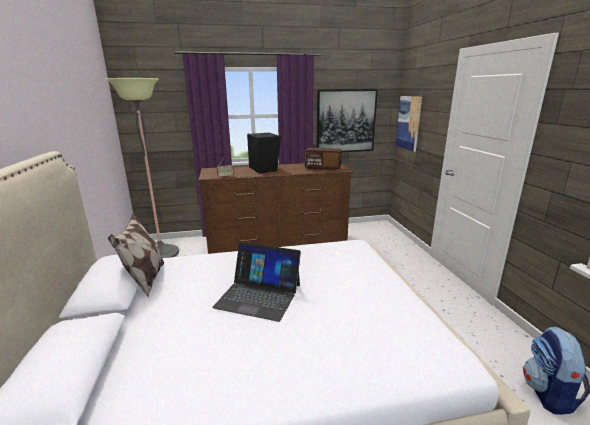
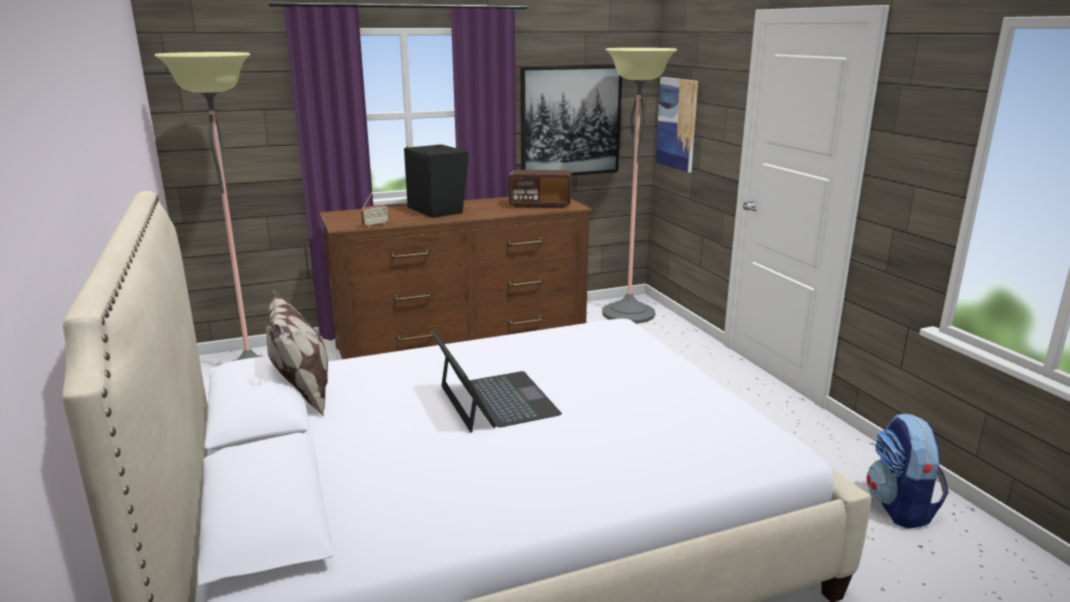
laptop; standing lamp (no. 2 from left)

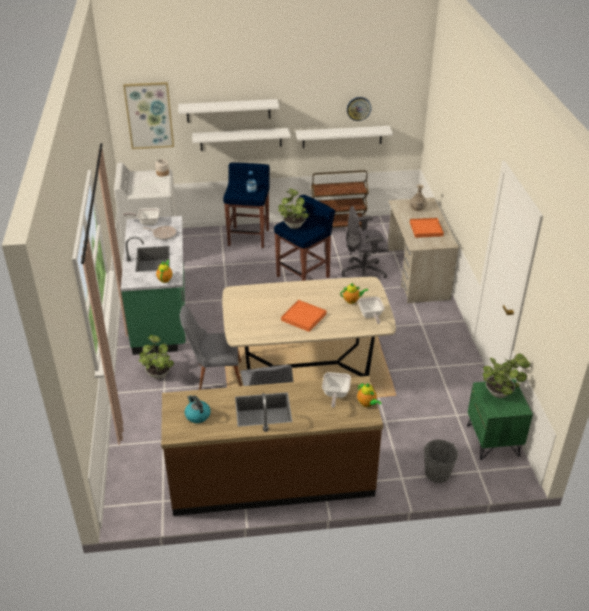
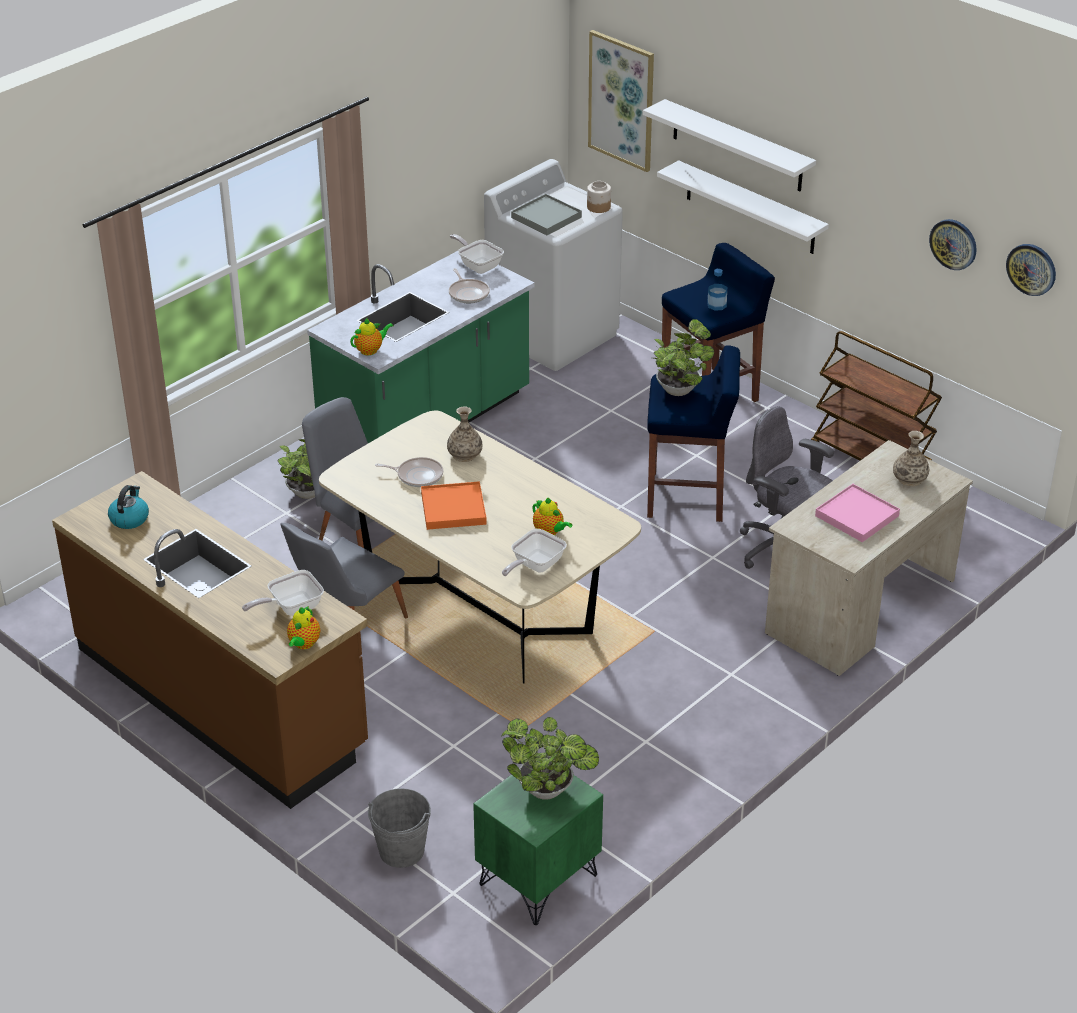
pan (no. 2 from left); vase (no. 1 from left); gray tray; pinkish tray; wall clock (no. 2 from left); white bracket shelf (no. 3 from left in the first image)

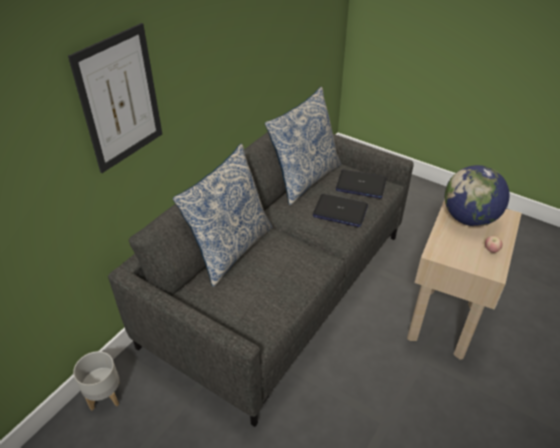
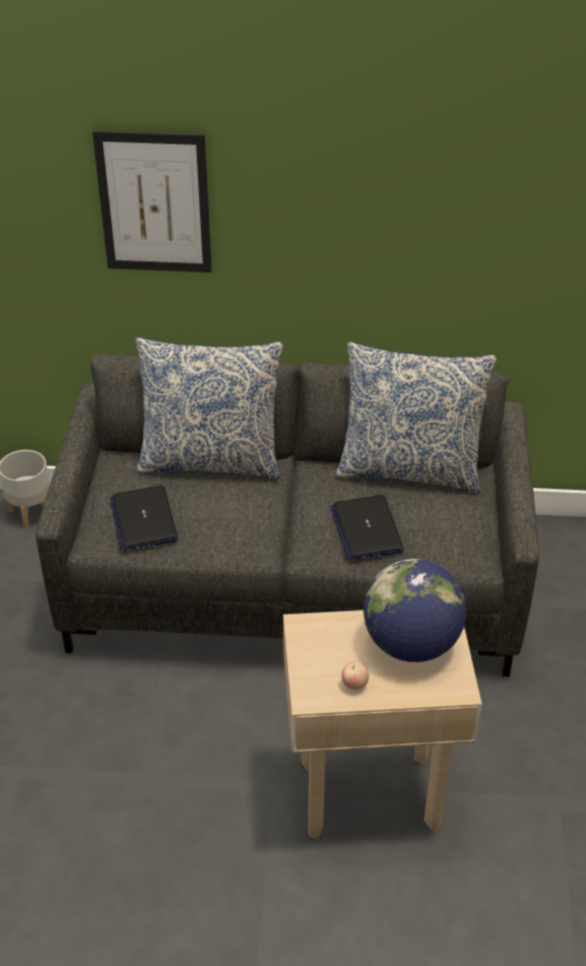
laptop (no. 1 from left)

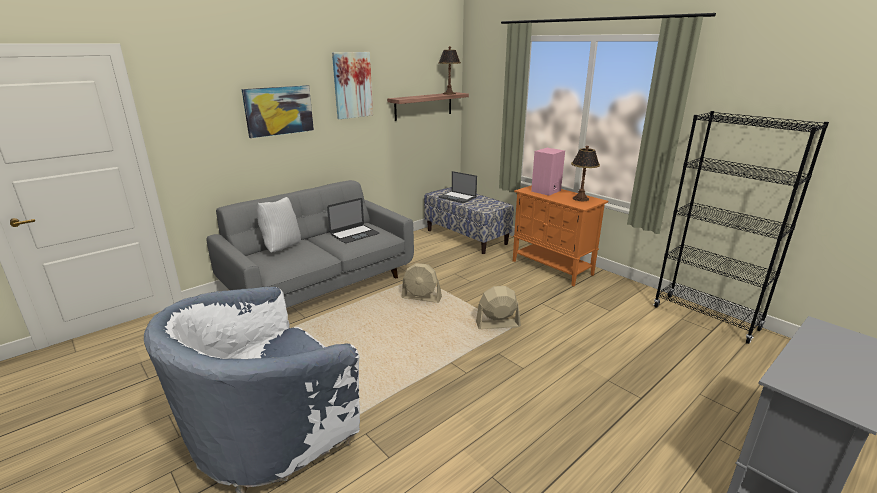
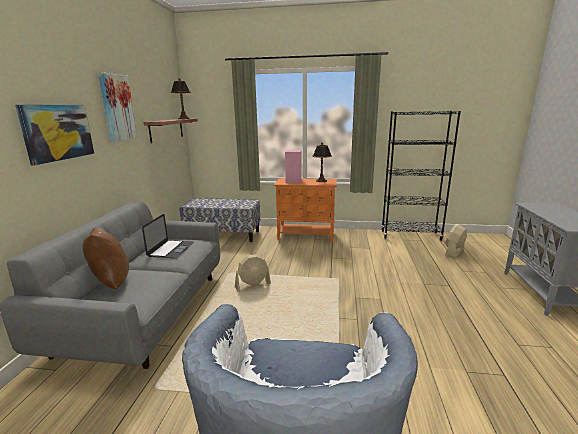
brown throw pillow; sand-coloured cooling fan (no. 2 from left); laptop (no. 2 from left in the first image)

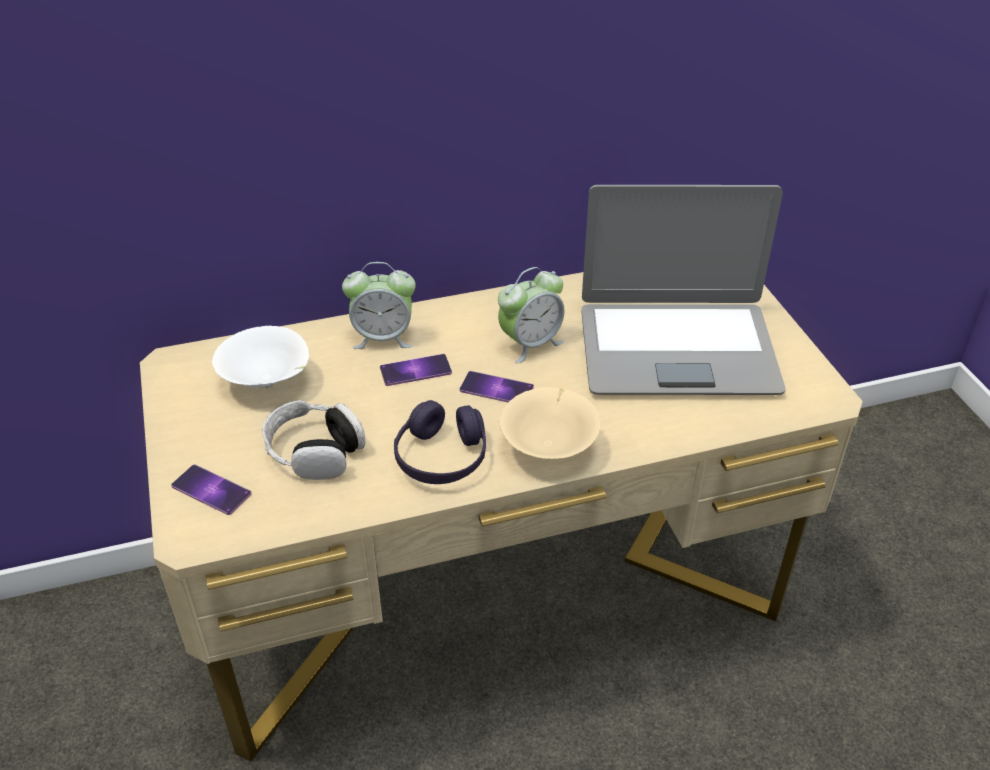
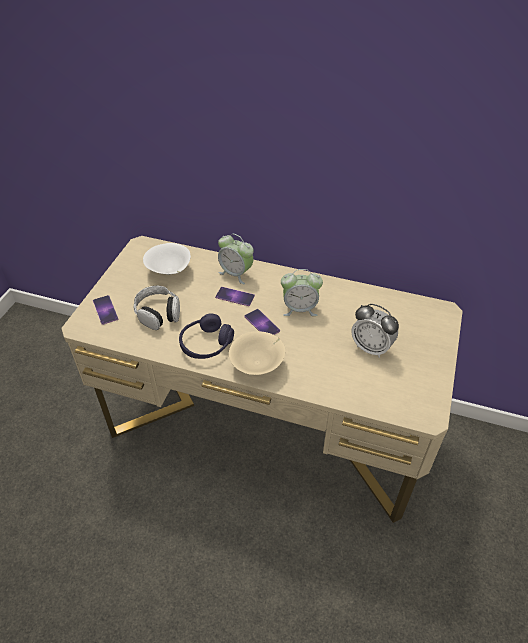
table clock (no. 3 from left)

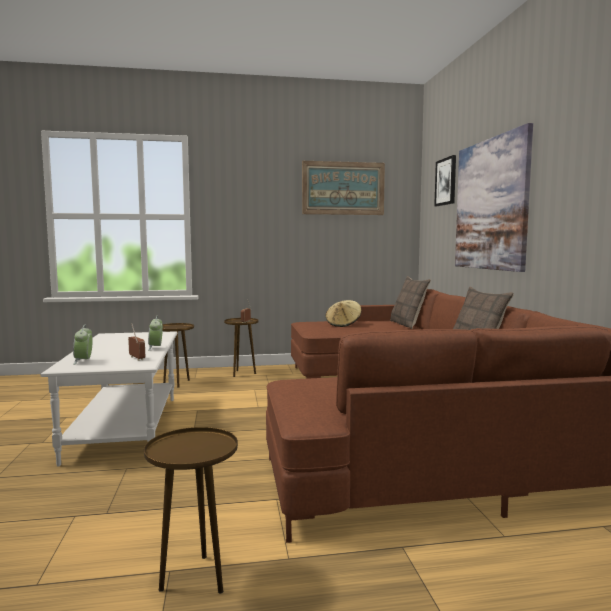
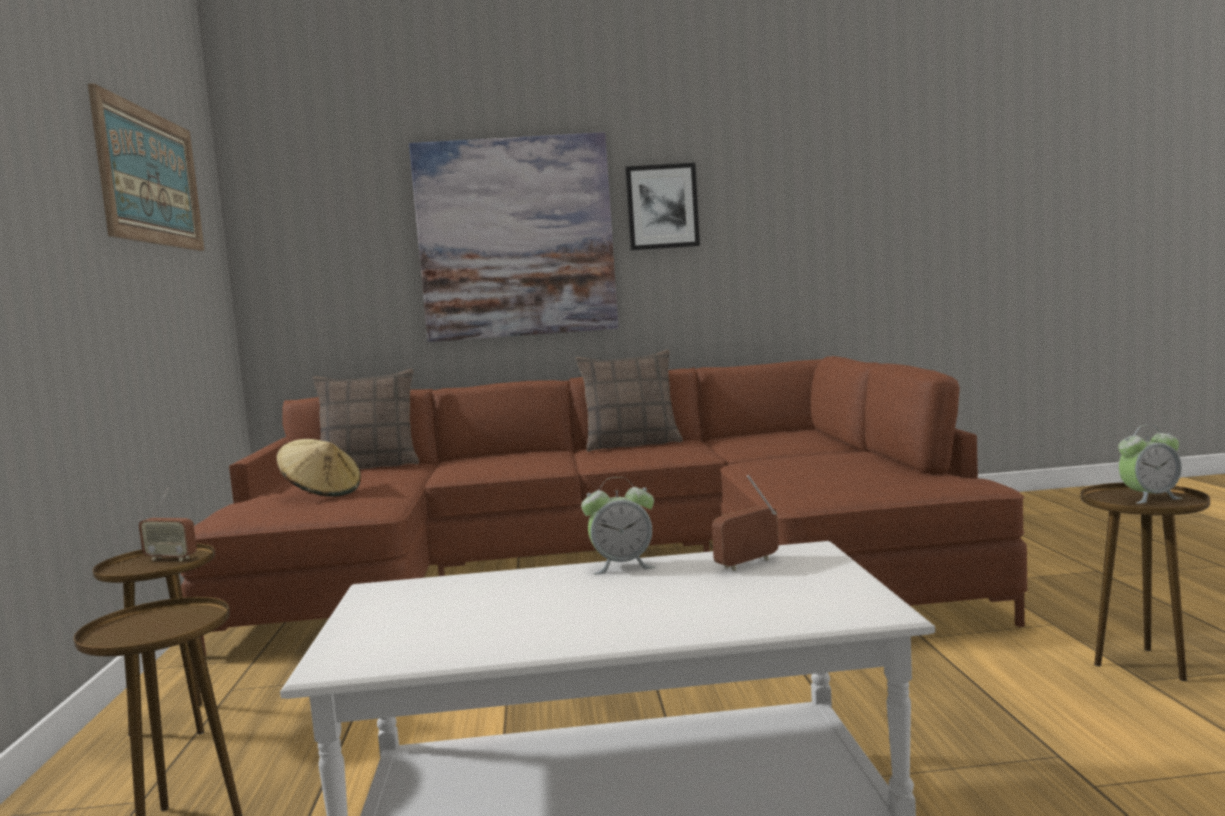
wall art (no. 3 from left); table clock (no. 2 from left)

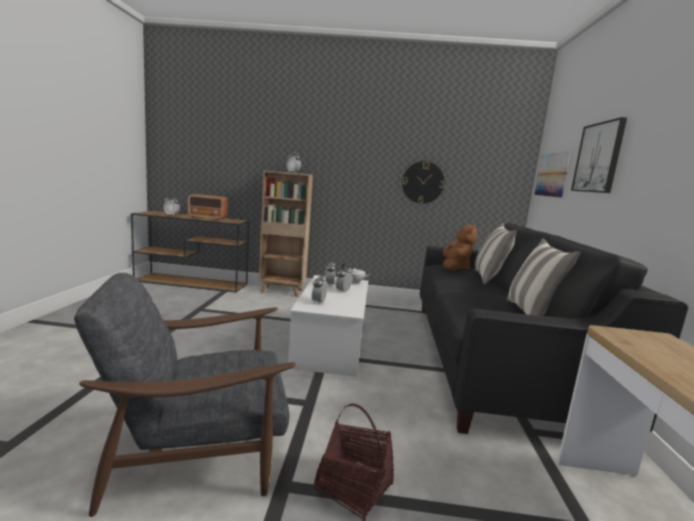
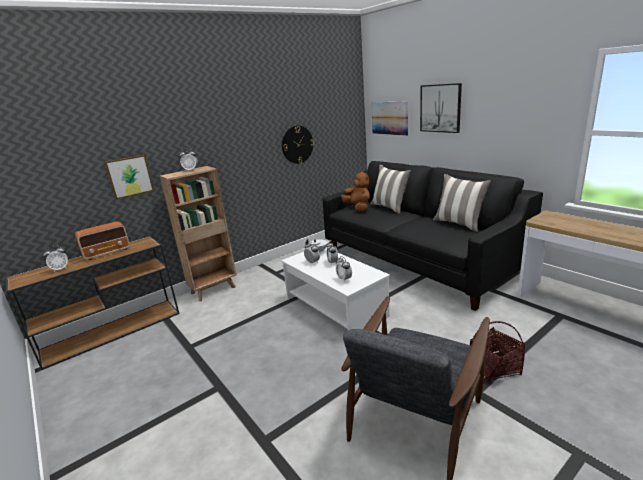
wall art (no. 1 from left)

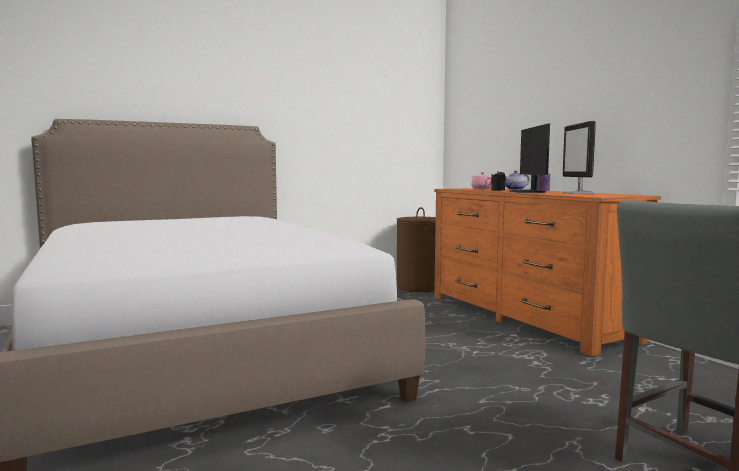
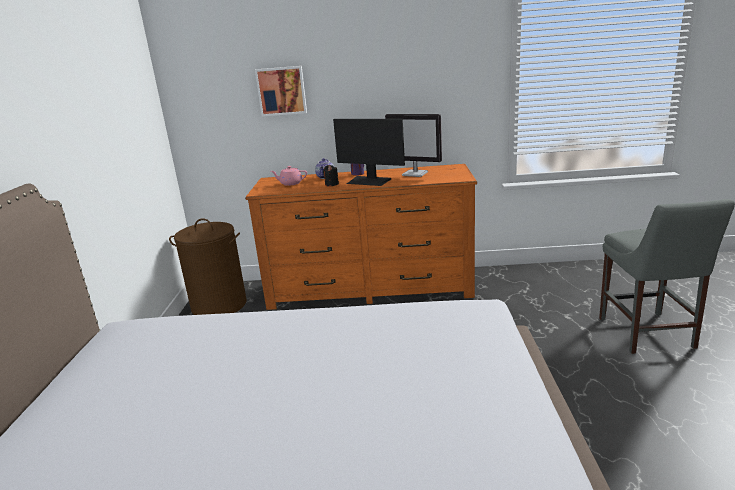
wall art

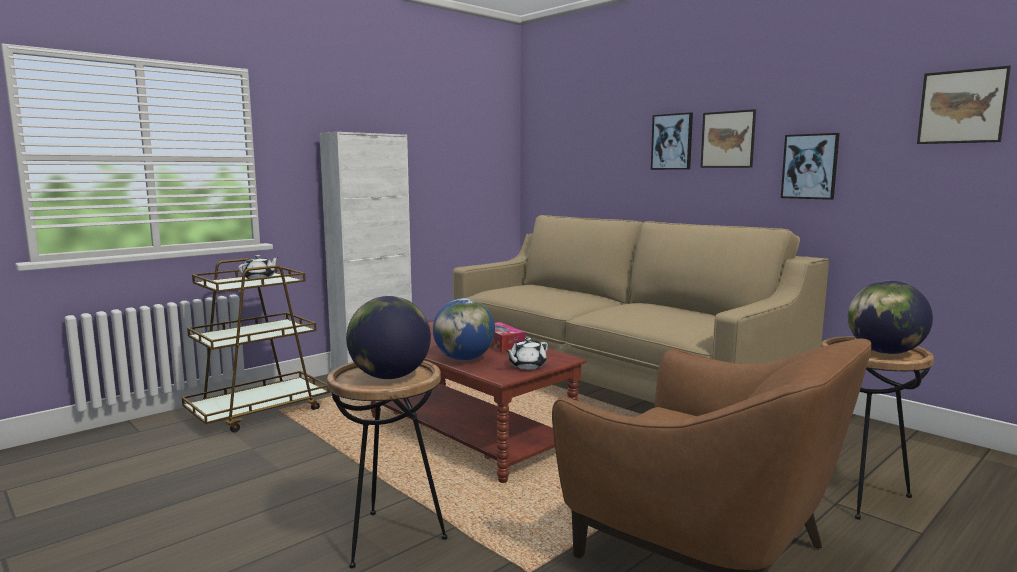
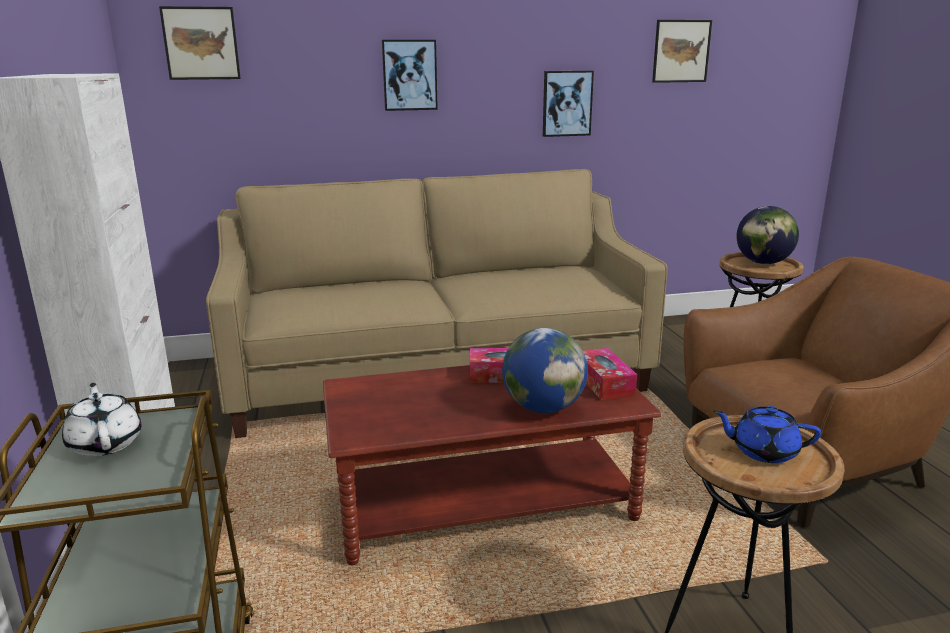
wall art (no. 1 from left); tissue holder (no. 2 from left); blue tea pot

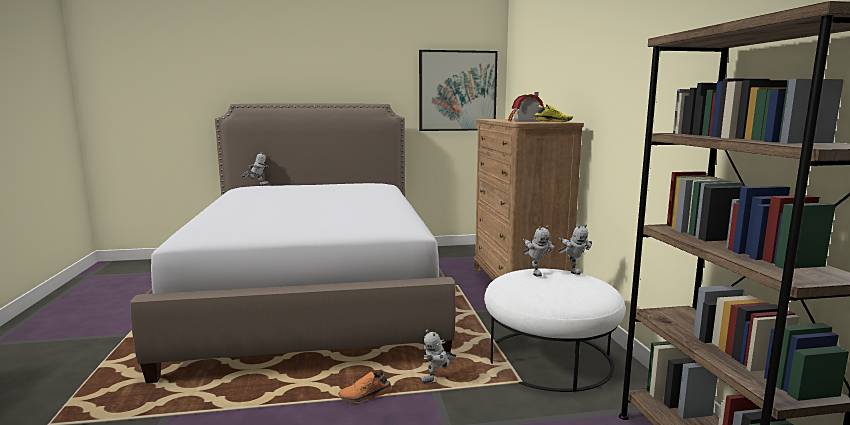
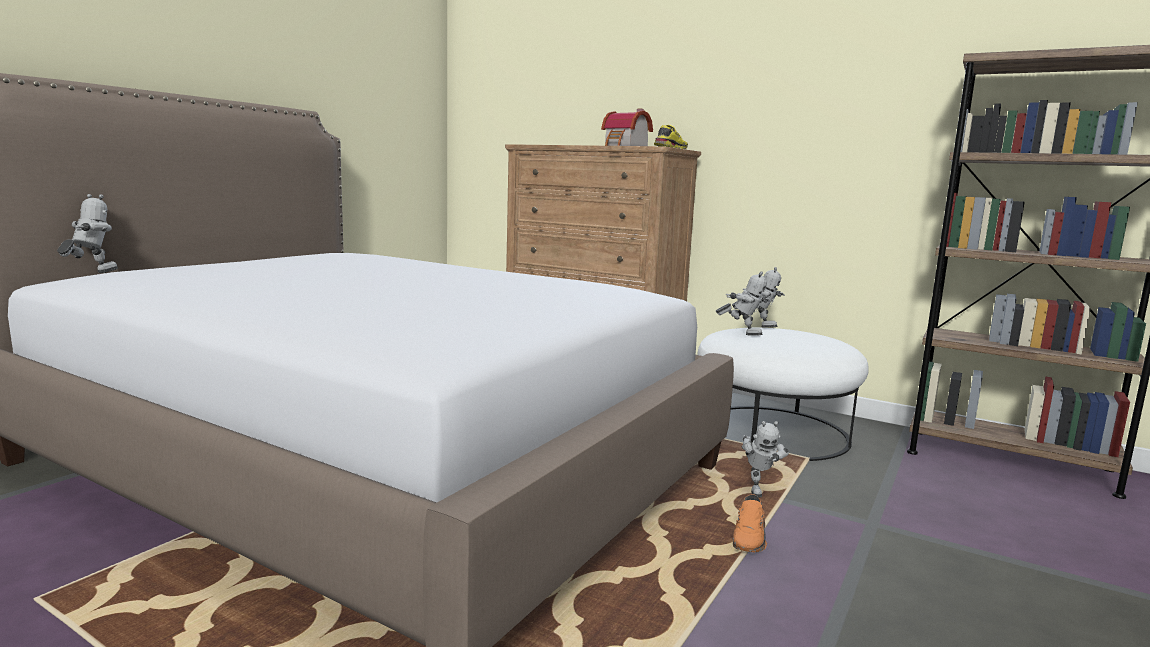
wall art

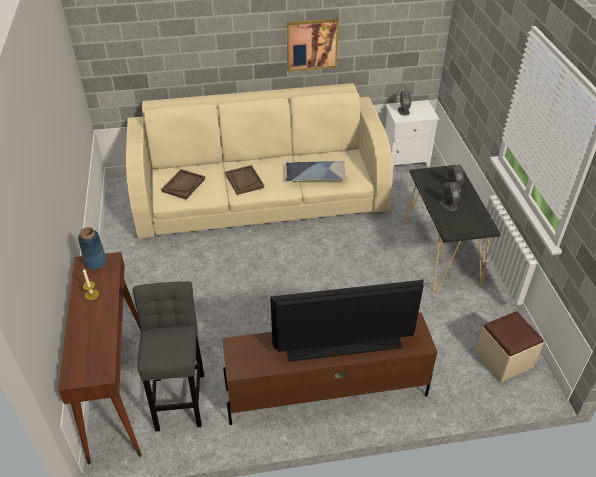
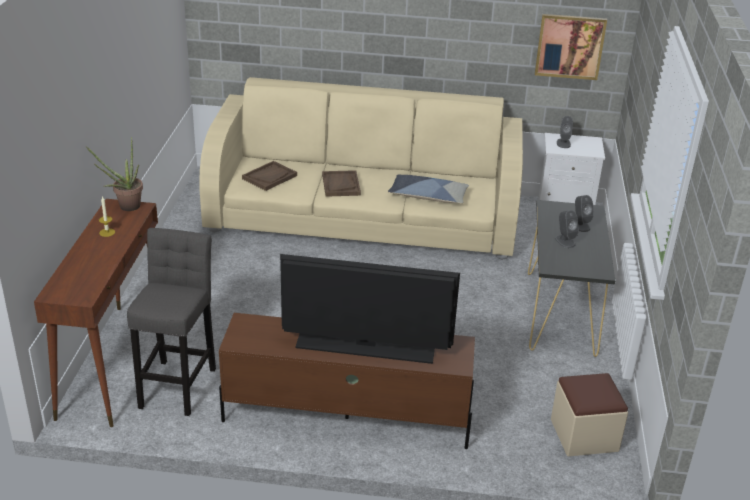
houseplant; wall art

